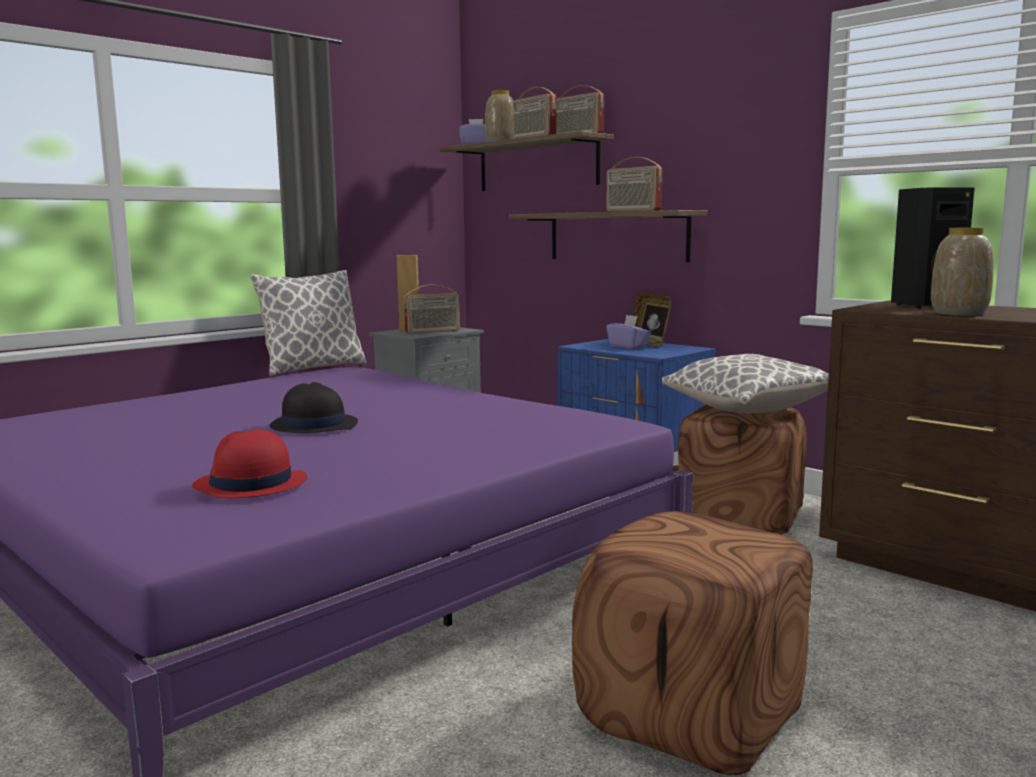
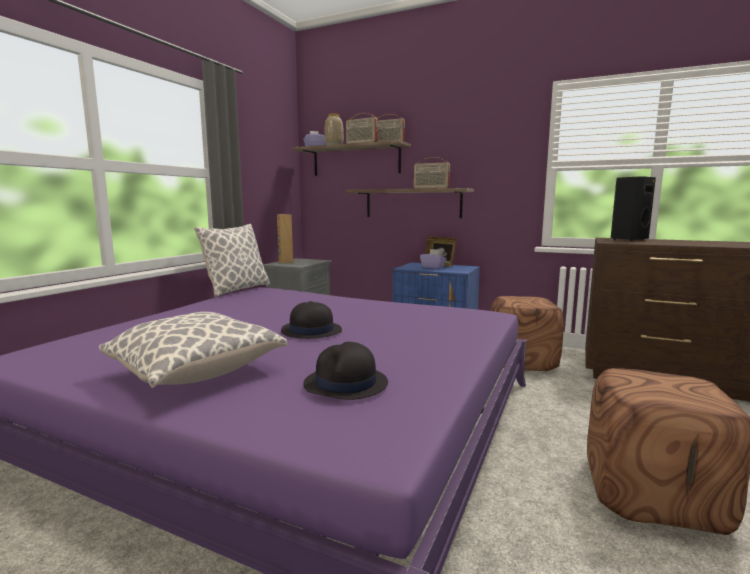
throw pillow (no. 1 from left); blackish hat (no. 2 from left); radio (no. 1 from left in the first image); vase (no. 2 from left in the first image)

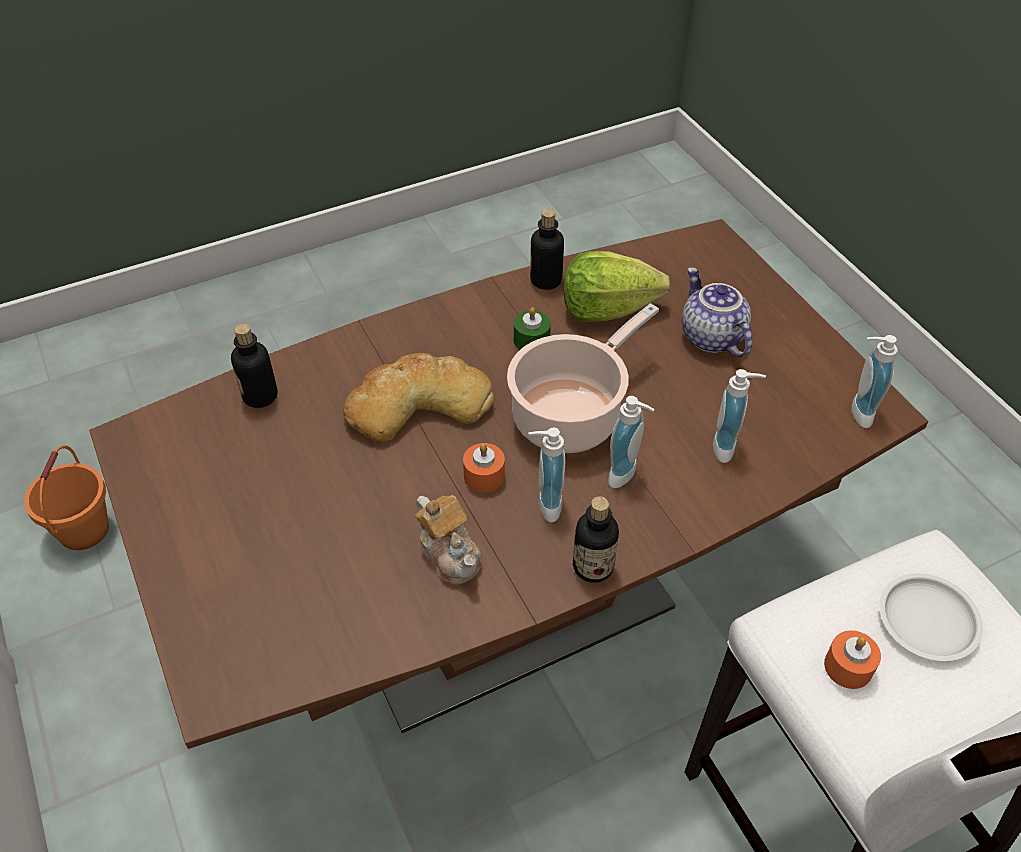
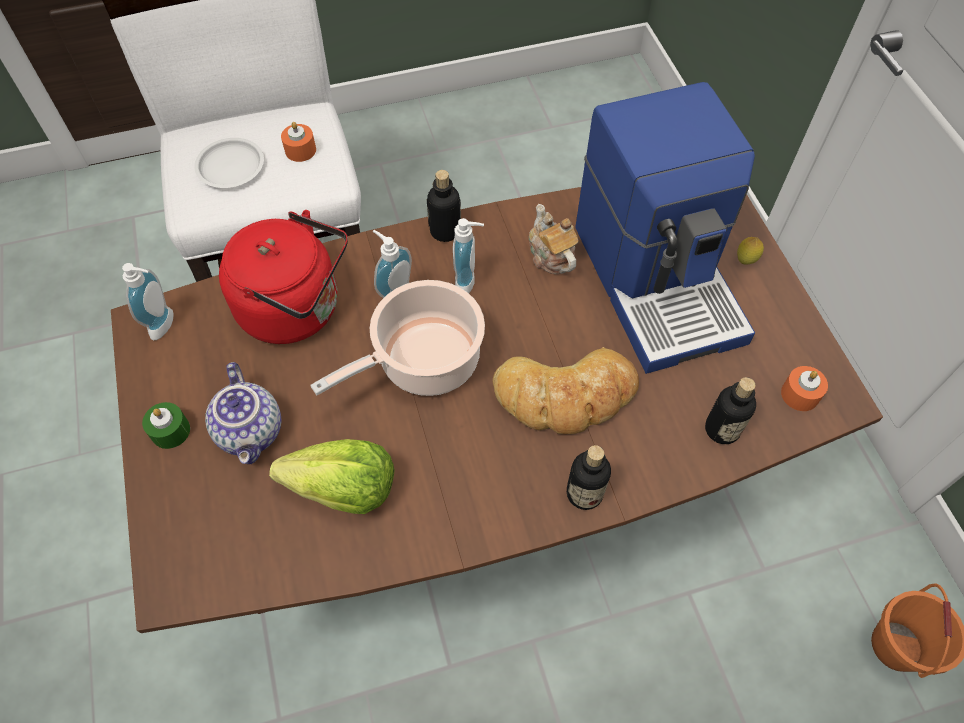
greenish wax light; reddish water kettle; drink bottle (no. 2 from left); coffee brewer; whole lemon; orangey wax light (no. 2 from left)

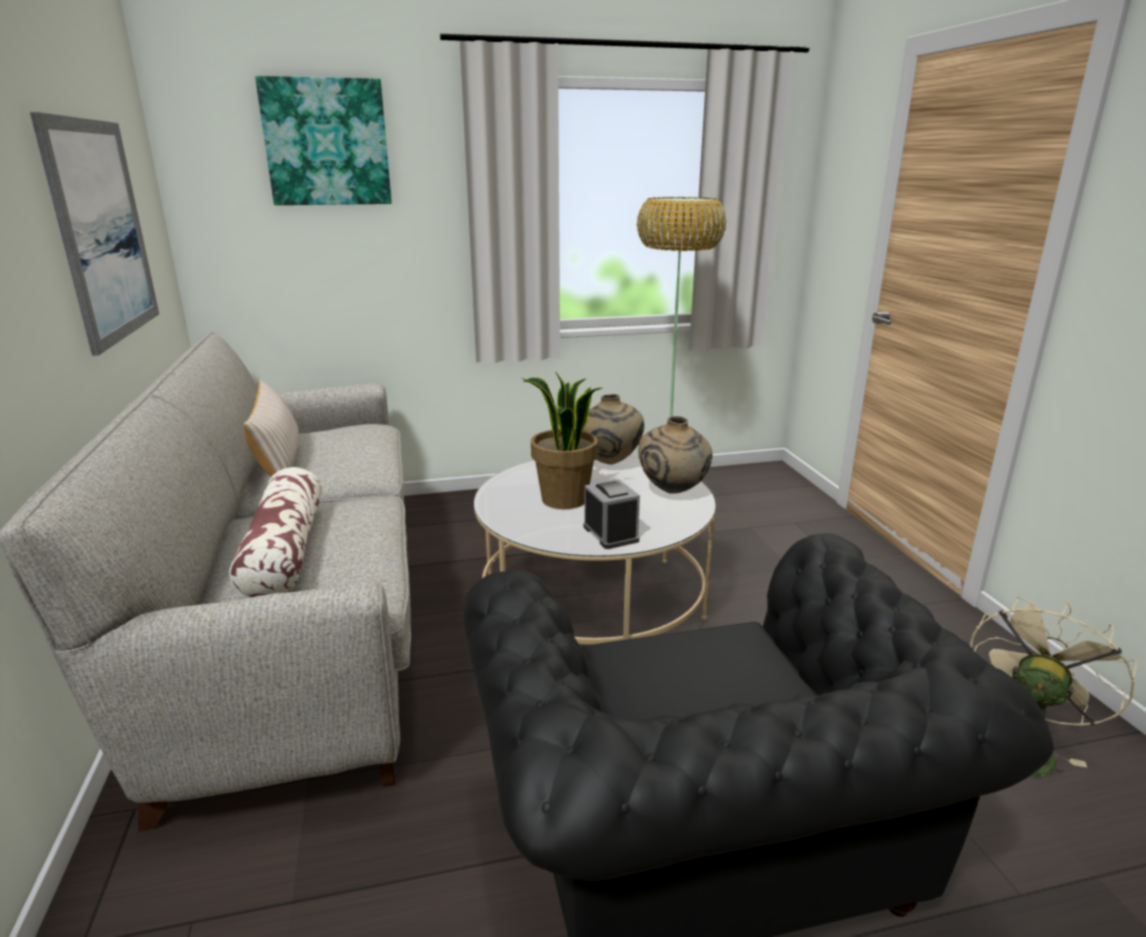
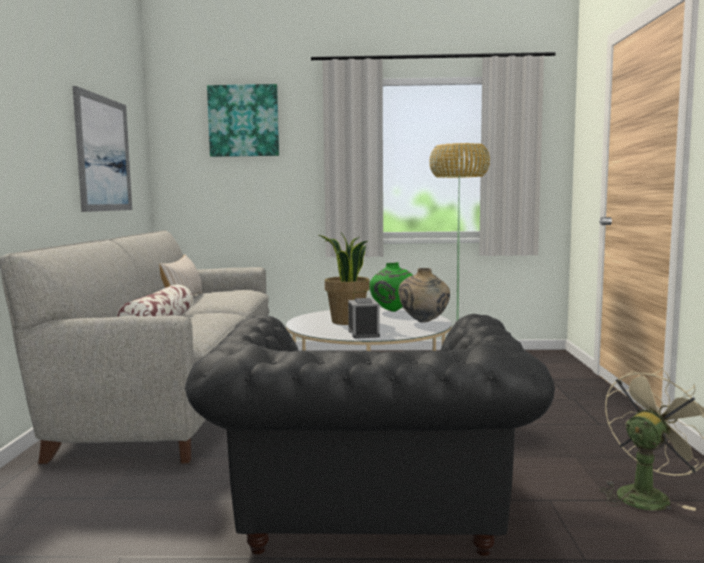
greenish vase

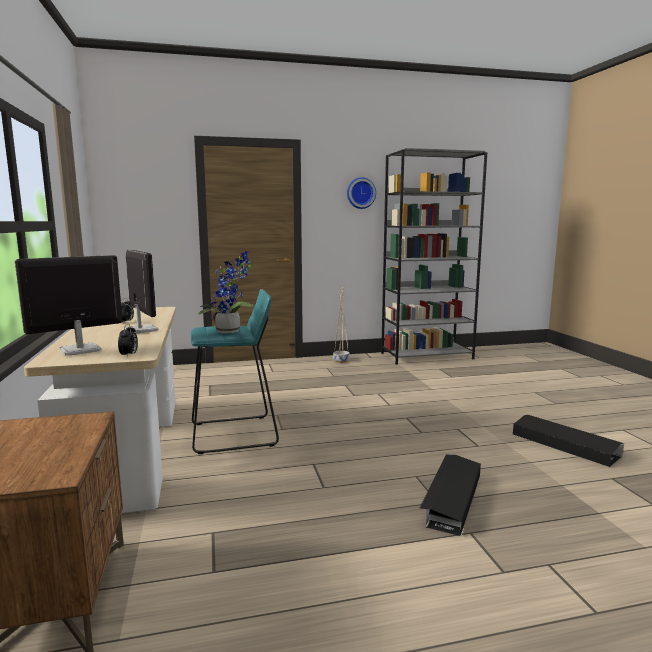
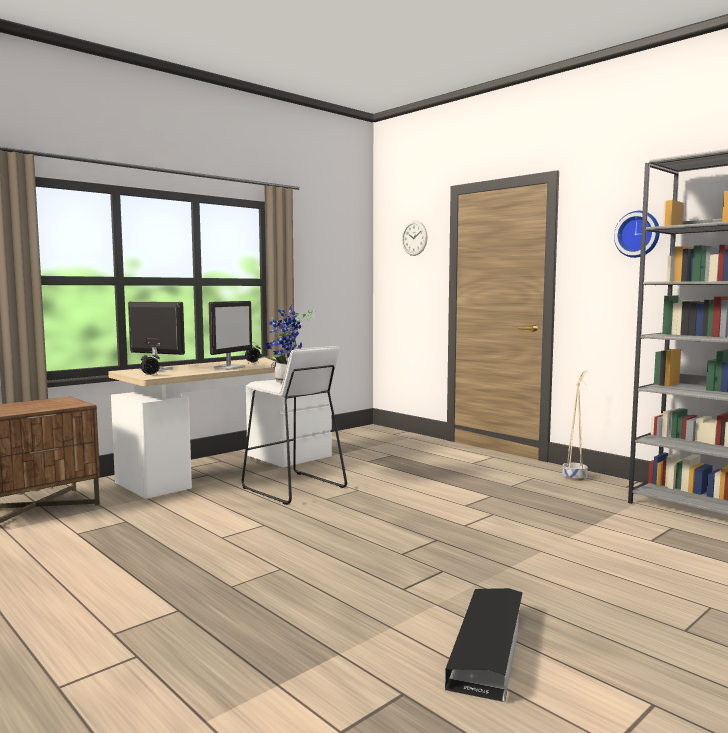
white sitting stool; wall clock (no. 1 from left); blackish storage container (no. 1 from left in the first image)

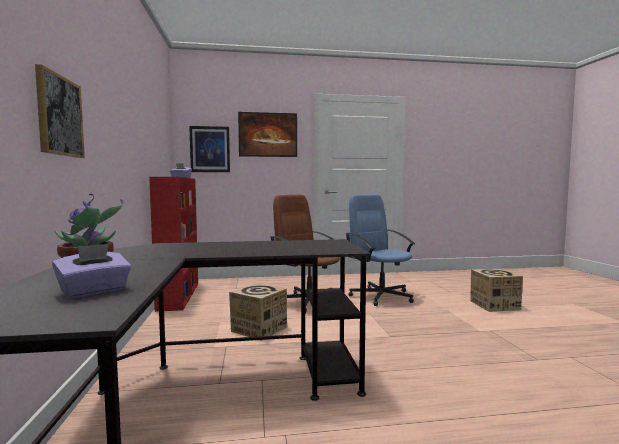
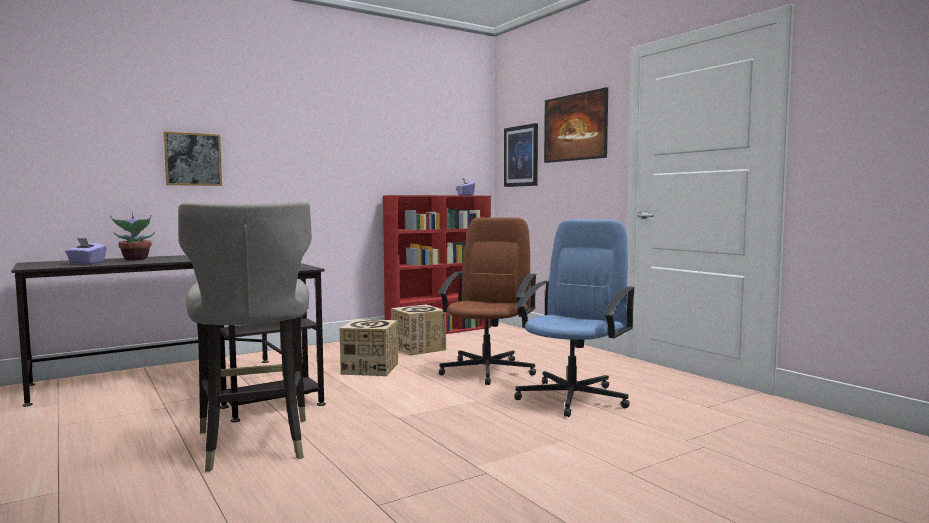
gray sitting stool; carton (no. 2 from left)

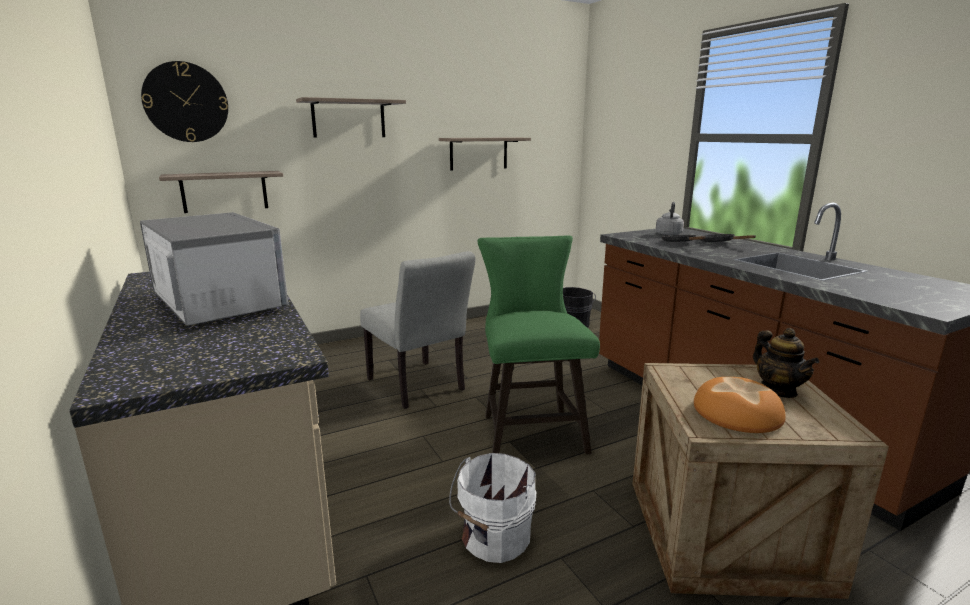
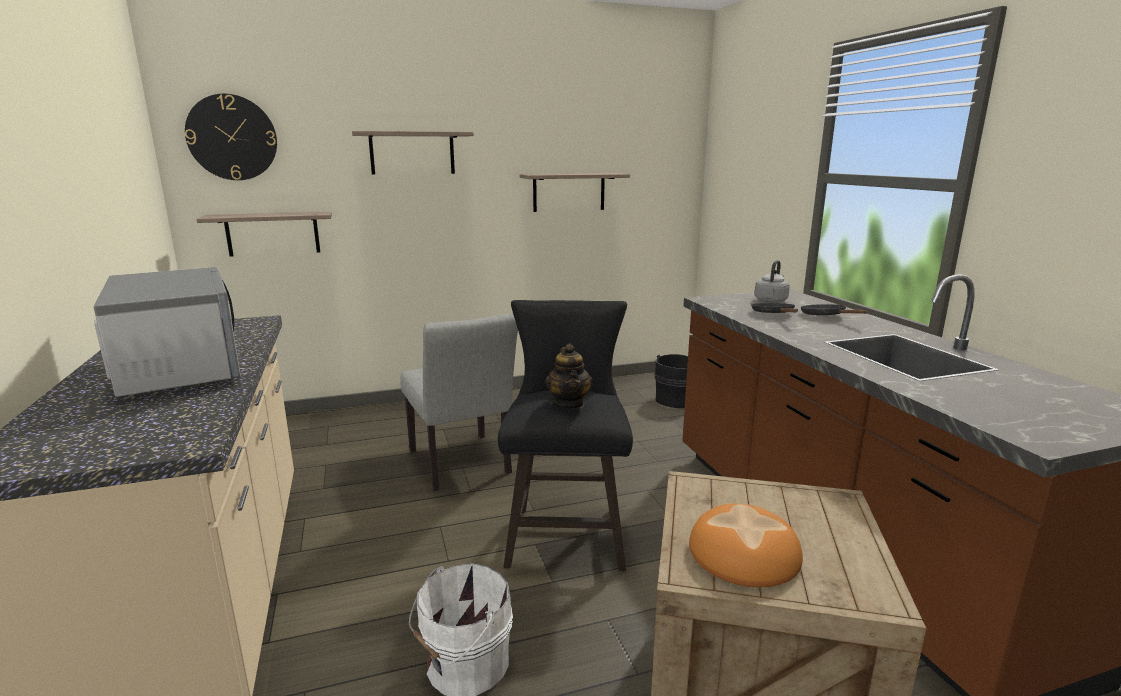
blackish sitting stool; tea pot

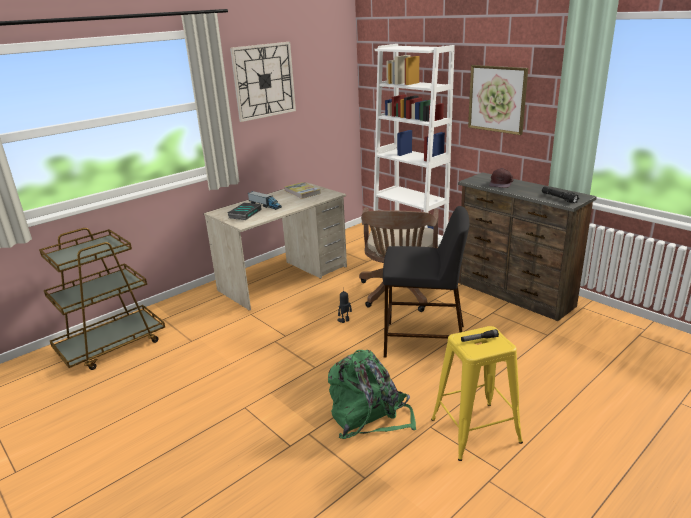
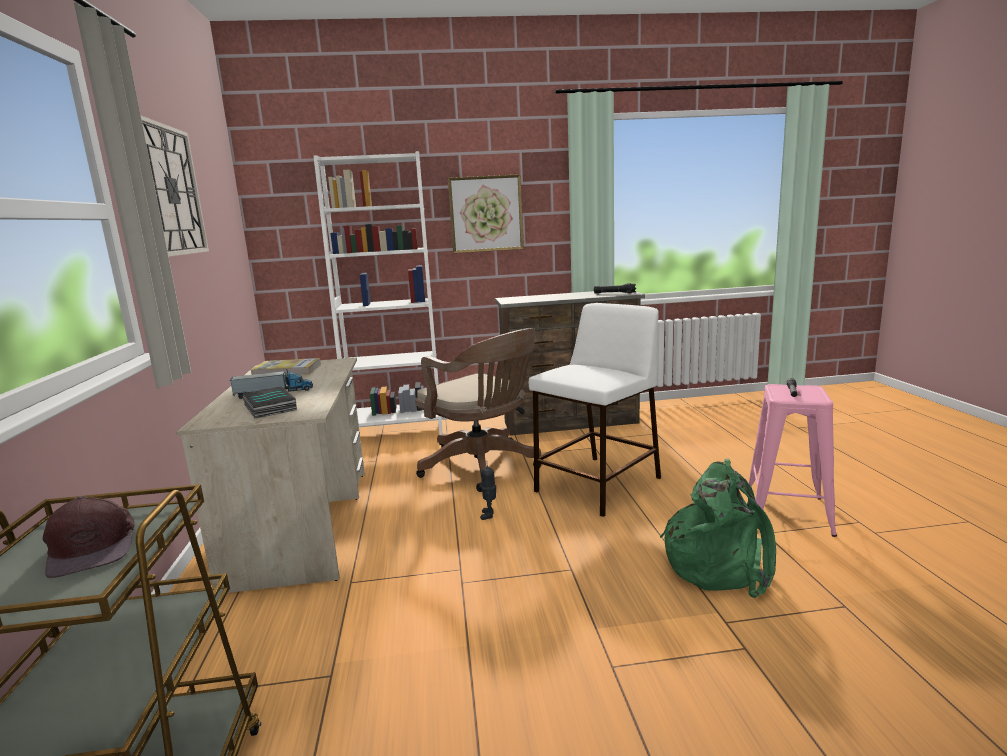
brown baseball cap; white sitting stool; pinkish sitting stool

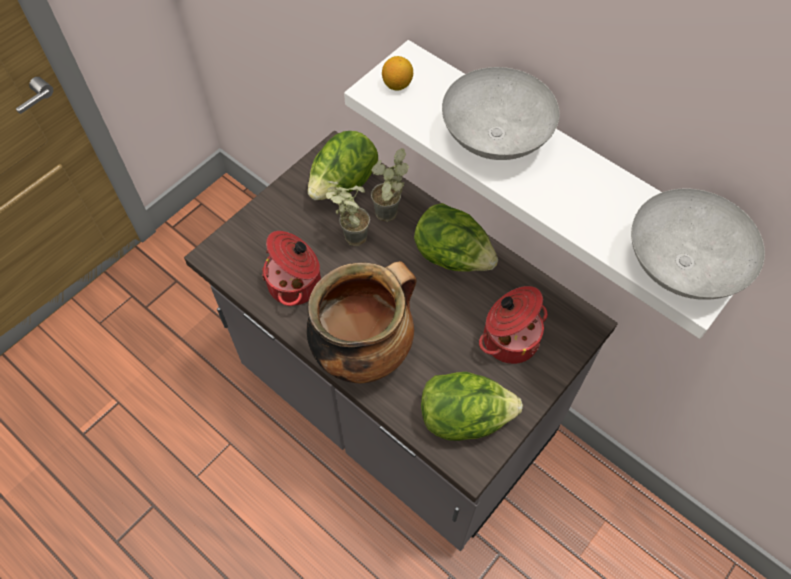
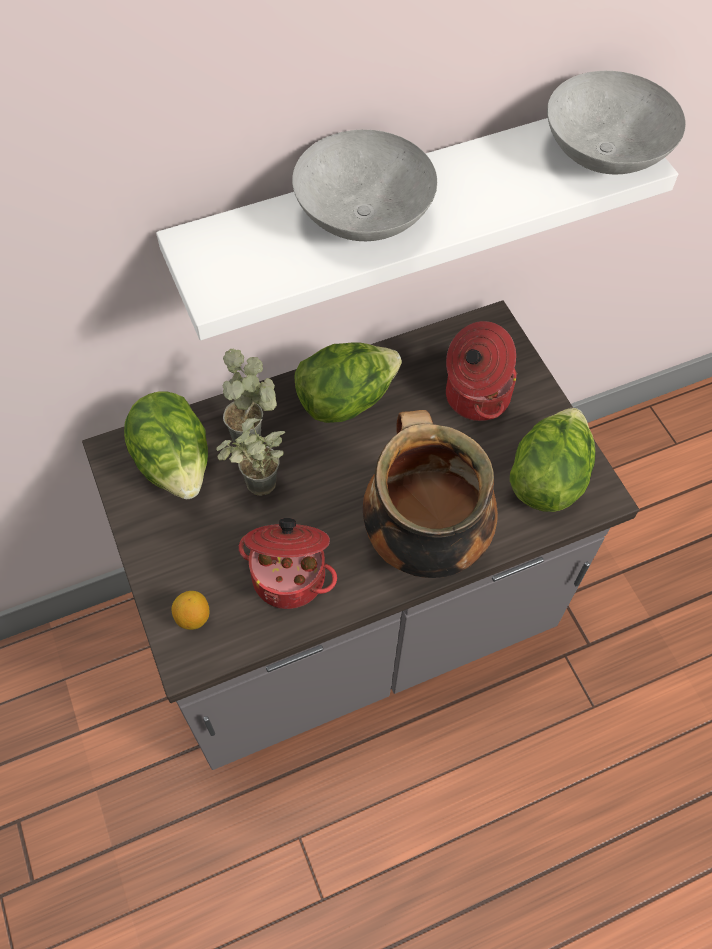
whole lemon

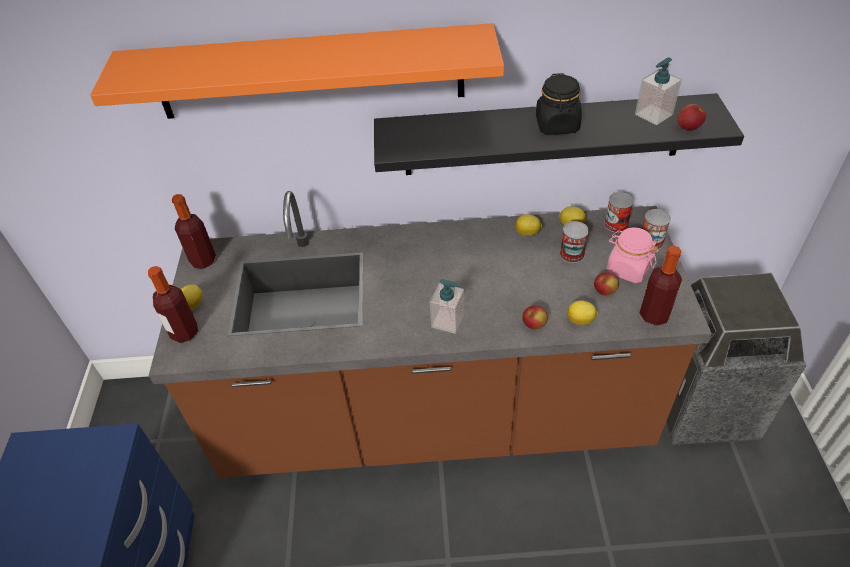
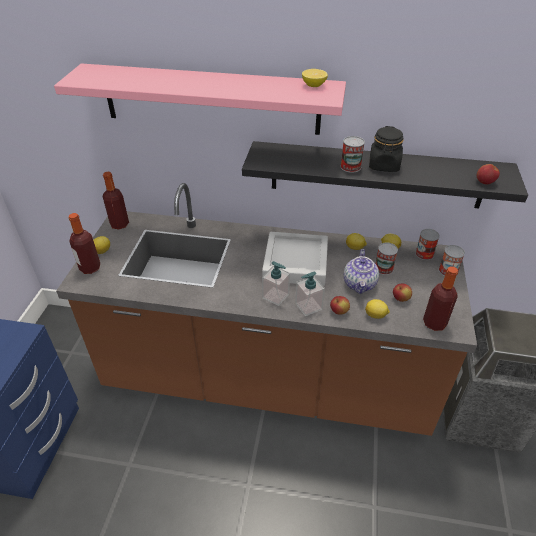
pinkish bracket shelf; gray tray; soap dispenser (no. 2 from left); whole lemon (no. 2 from left); sealed can (no. 1 from left); tea pot; pinkish jar

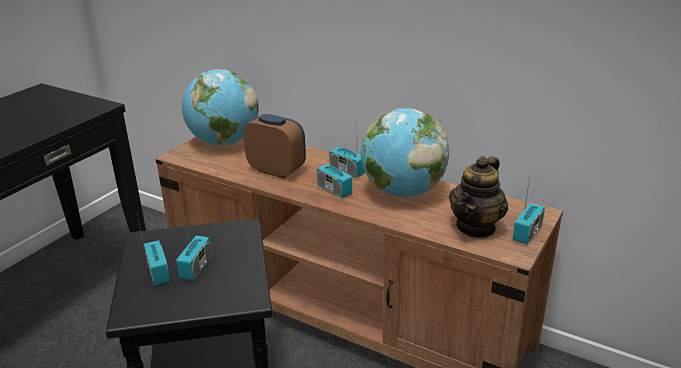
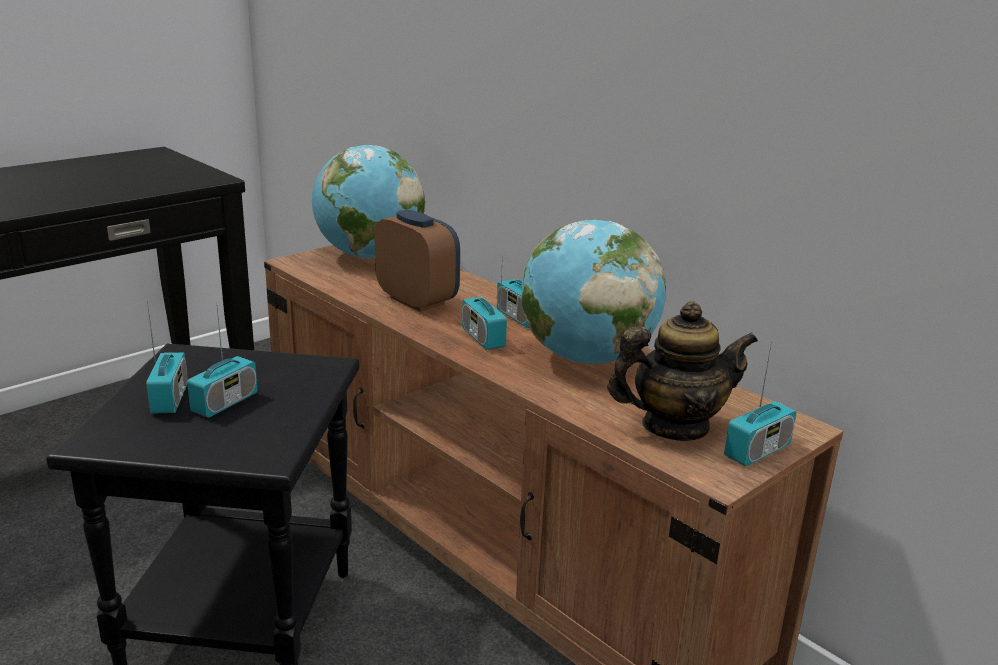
tea pot

